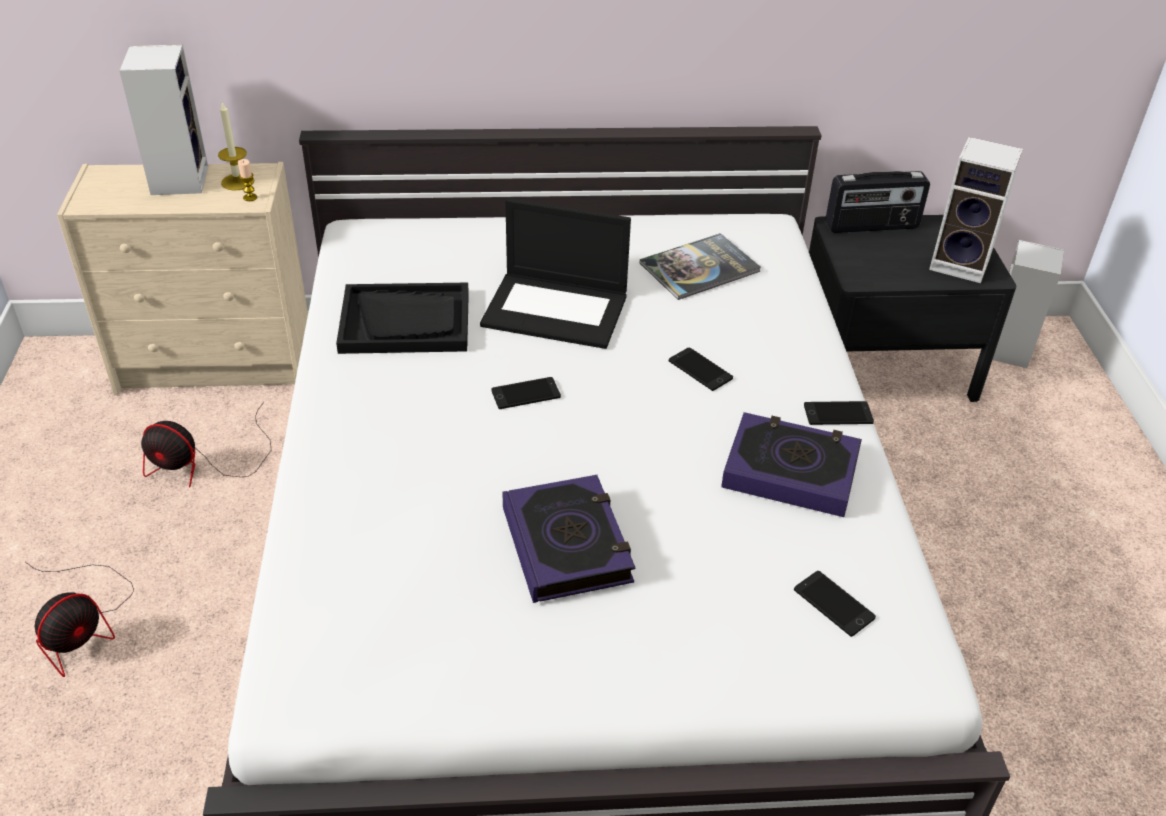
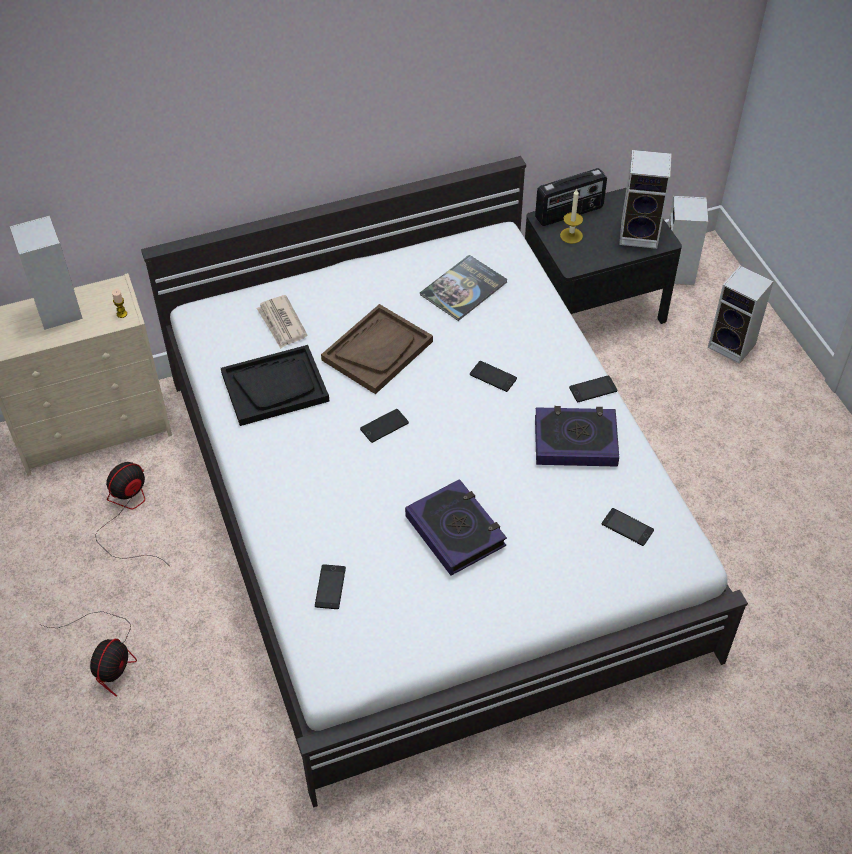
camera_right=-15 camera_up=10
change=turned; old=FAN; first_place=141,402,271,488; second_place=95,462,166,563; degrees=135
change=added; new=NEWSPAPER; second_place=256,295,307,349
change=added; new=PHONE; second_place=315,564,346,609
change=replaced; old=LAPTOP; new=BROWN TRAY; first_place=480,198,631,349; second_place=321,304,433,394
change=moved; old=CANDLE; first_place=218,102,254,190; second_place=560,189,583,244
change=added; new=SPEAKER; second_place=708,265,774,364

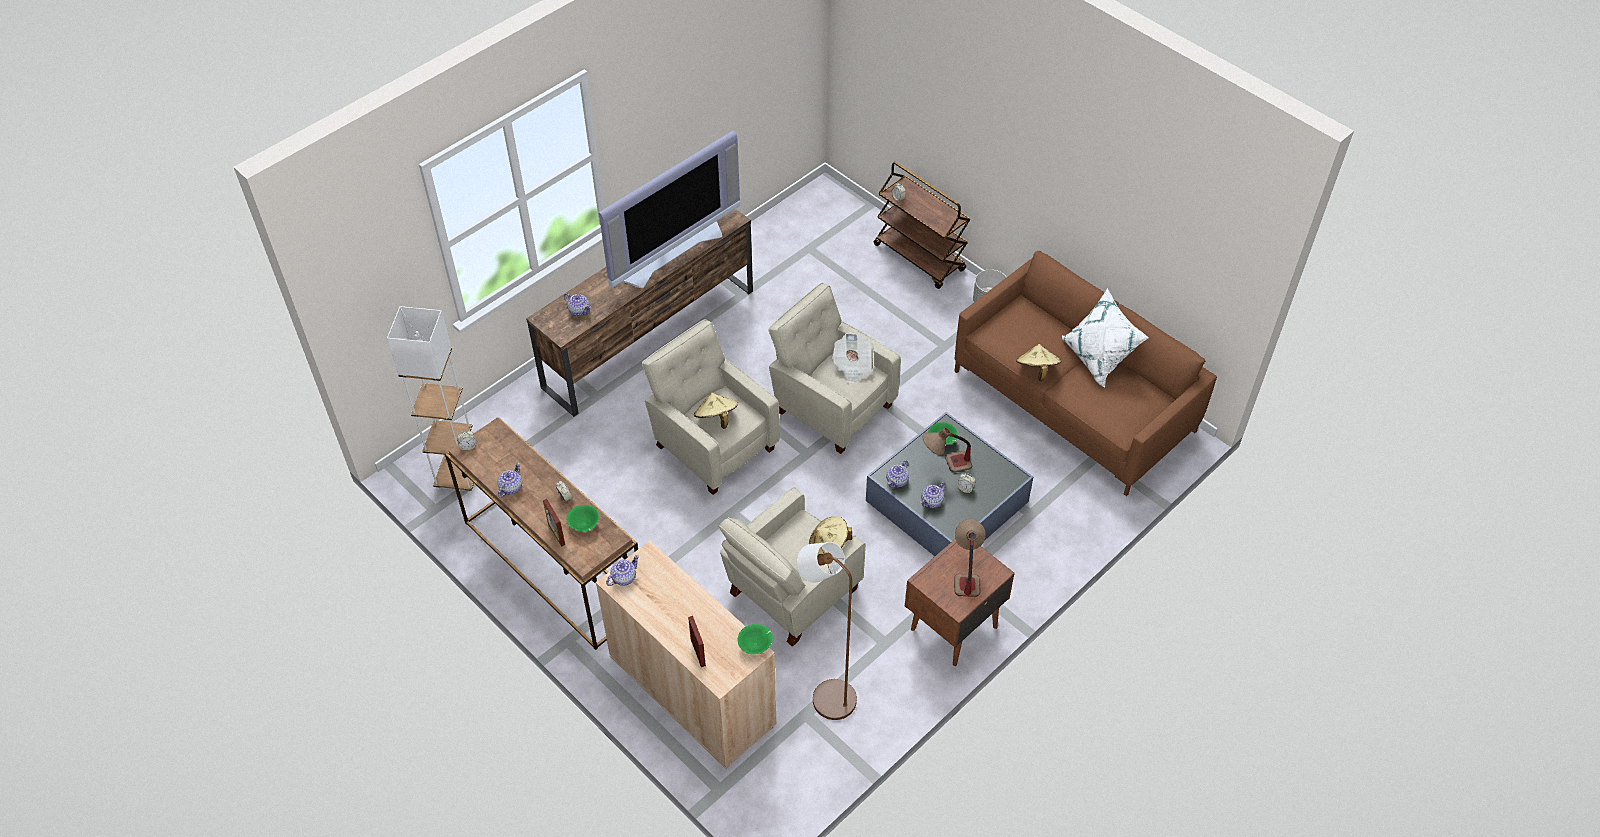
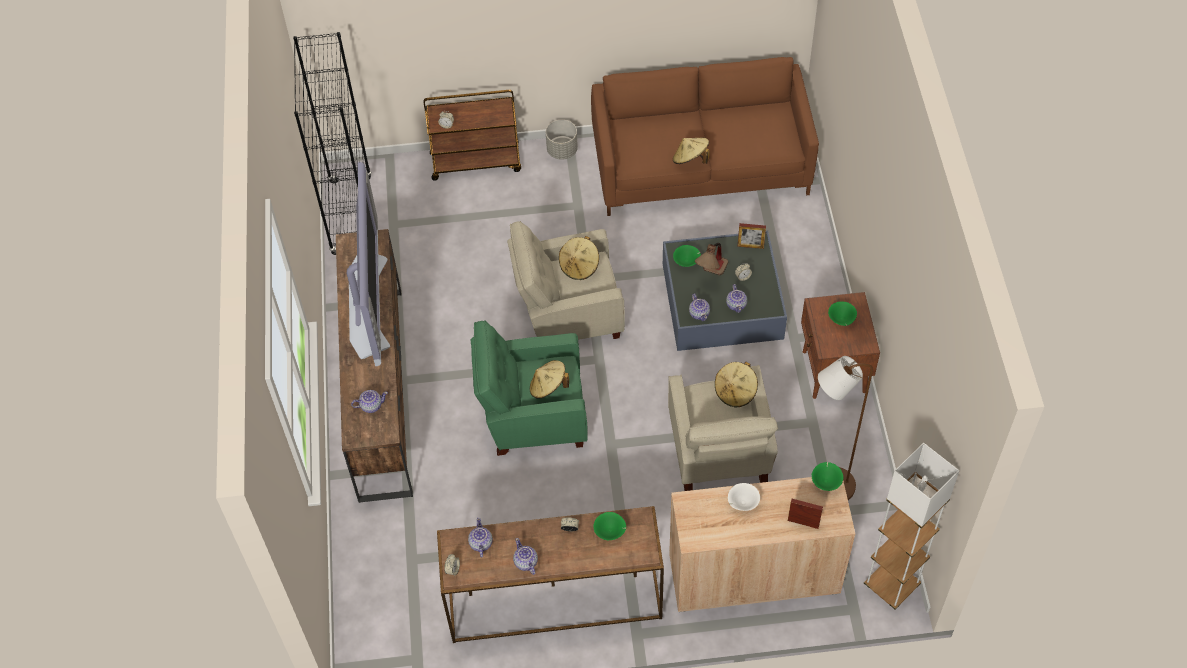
camera_right=-50 camera_up=5
change=added; new=BLACK BOOKCASE; second_place=293,32,372,255
change=moved; old=TEAPOT; first_place=606,555,639,586; second_place=468,518,493,557
change=recoloured; old=BEIGE ARMCHAIR; new=GREEN ARMCHAIR; first_place=642,319,780,495; second_place=471,320,588,456
change=replaced; old=NEWSPAPER; new=BEIGE HAT; first_place=832,332,874,384; second_place=559,236,599,280
change=added; new=WHITE BOWL; second_place=728,483,760,511
change=moved; old=PICTURE FRAME; first_place=543,499,565,547; second_place=738,223,766,249
change=replaced; old=TABLE LAMP; new=GREEN BOWL; first_place=954,519,986,597; second_place=828,301,857,326
change=moved; old=WHITE FLOOR LAMP; first_place=387,306,474,493; second_place=864,443,959,610
change=removed; old=WHITE PILLOW; first_place=1062,288,1148,388

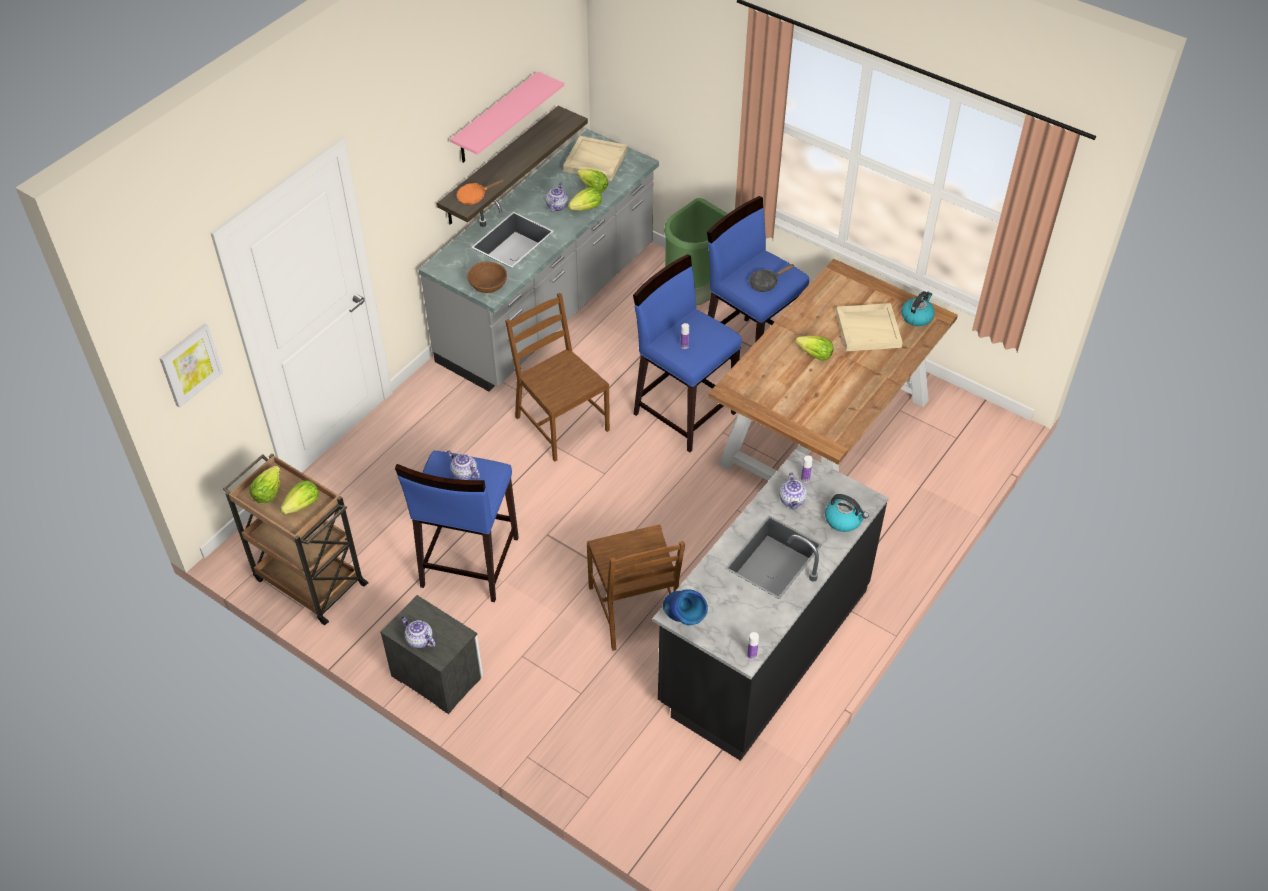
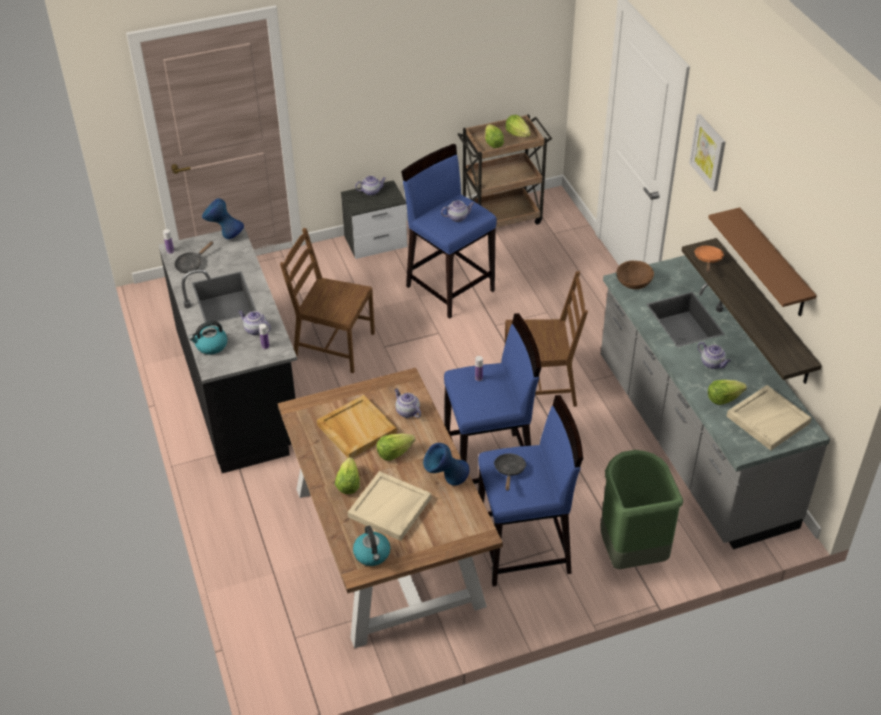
camera_right=125 camera_up=-5
change=added; new=BLACK FRYING PAN; second_place=175,241,213,273
change=added; new=BEIGE TRAY; second_place=317,395,397,458
change=moved; old=LETTUCE; first_place=568,187,602,211; second_place=335,457,360,494
change=added; new=TEAPOT; second_place=394,388,421,418
change=added; new=BLUE VASE; second_place=423,443,469,486
change=moved; old=PICTURE; first_place=159,323,223,408; second_place=689,114,726,191
change=recoloured; old=PINK SHELF; new=BROWN SHELF; first_place=450,71,564,163; second_place=708,207,817,316

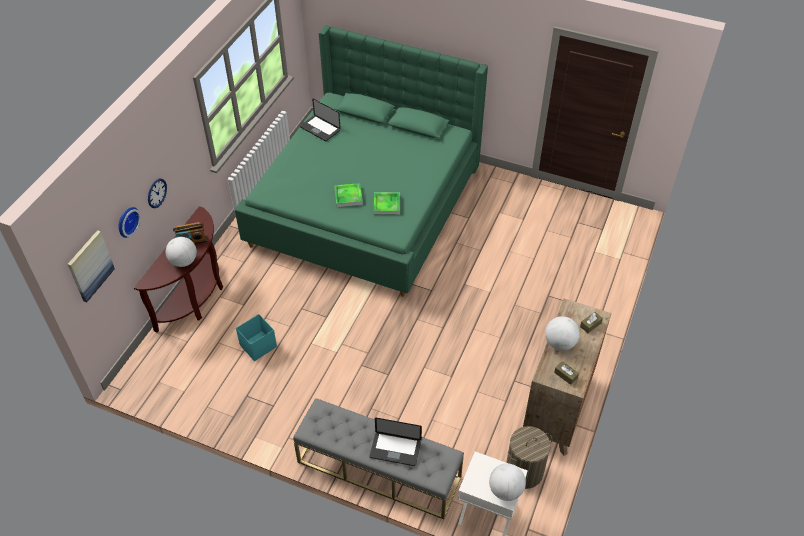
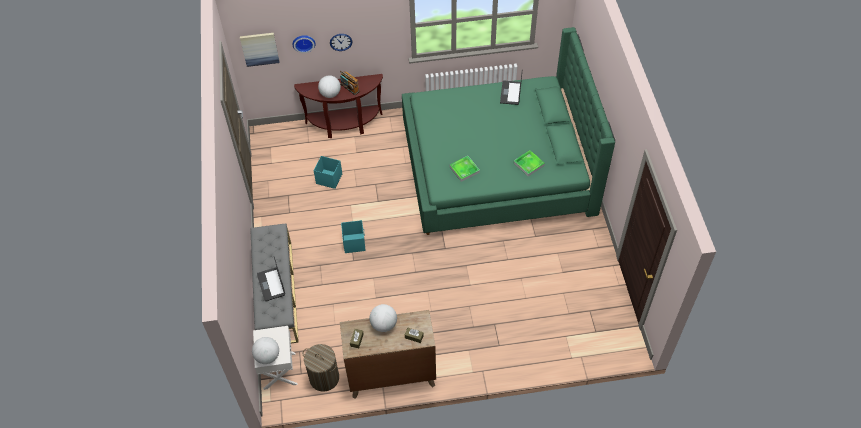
camera_right=60 camera_up=5
change=added; new=TURQUOISE STORAGE BOX; second_place=341,220,366,253
change=moved; old=TRAY; first_place=334,183,363,207; second_place=514,150,545,177

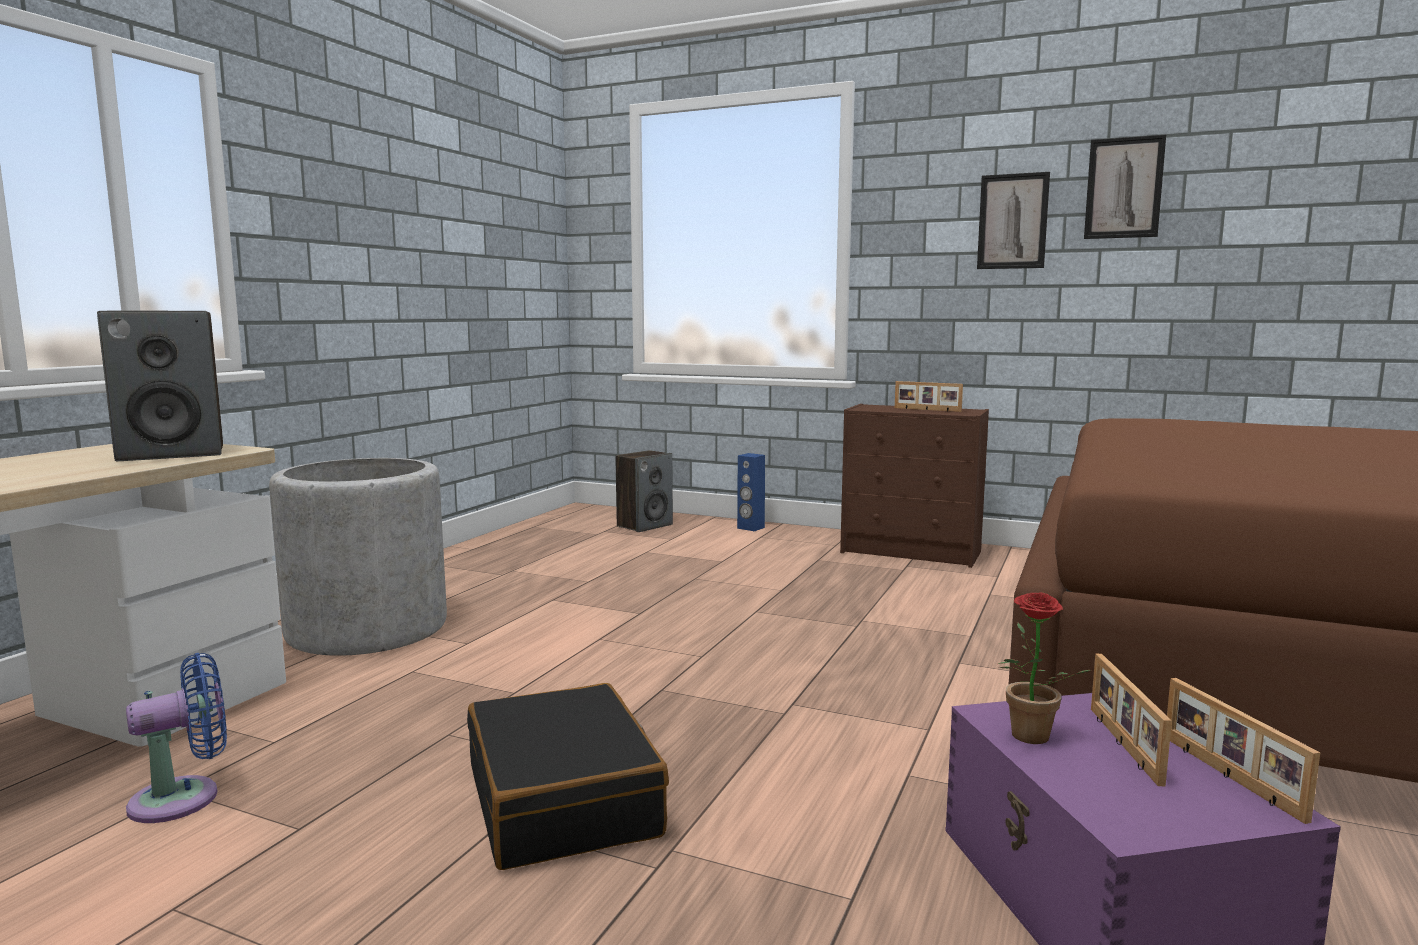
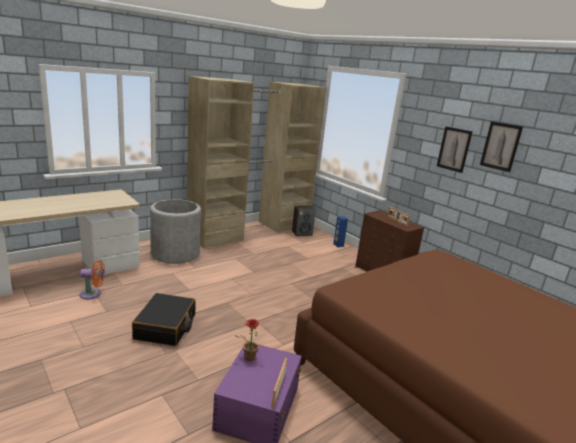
camera_right=25 camera_up=10
change=recoloured; old=BLUE FAN; new=ORANGE FAN; first_place=126,653,227,823; second_place=79,260,105,299
change=added; new=BEIGE WARDROBE; second_place=187,76,327,248
change=removed; old=SPEAKER; first_place=97,311,223,461
change=removed; old=PICTURE FRAME; first_place=1091,654,1172,786

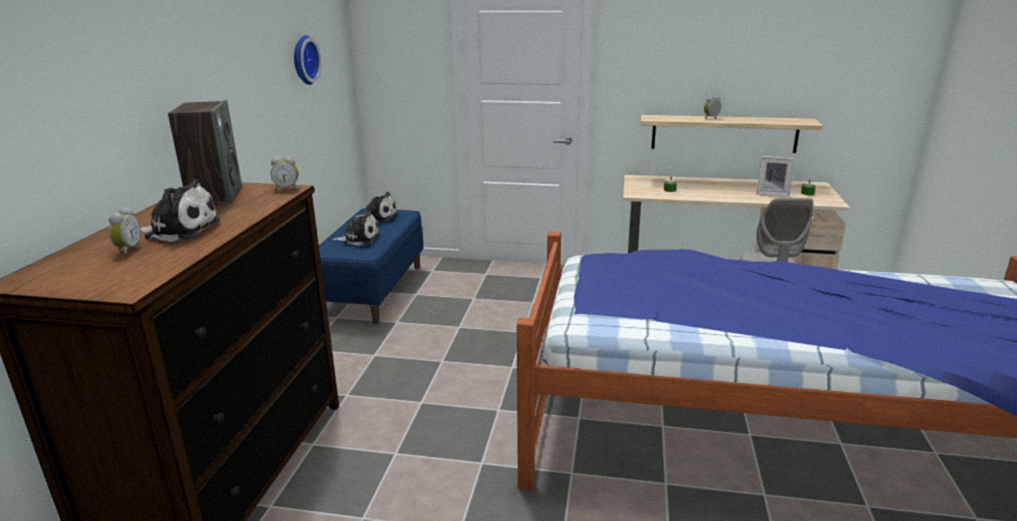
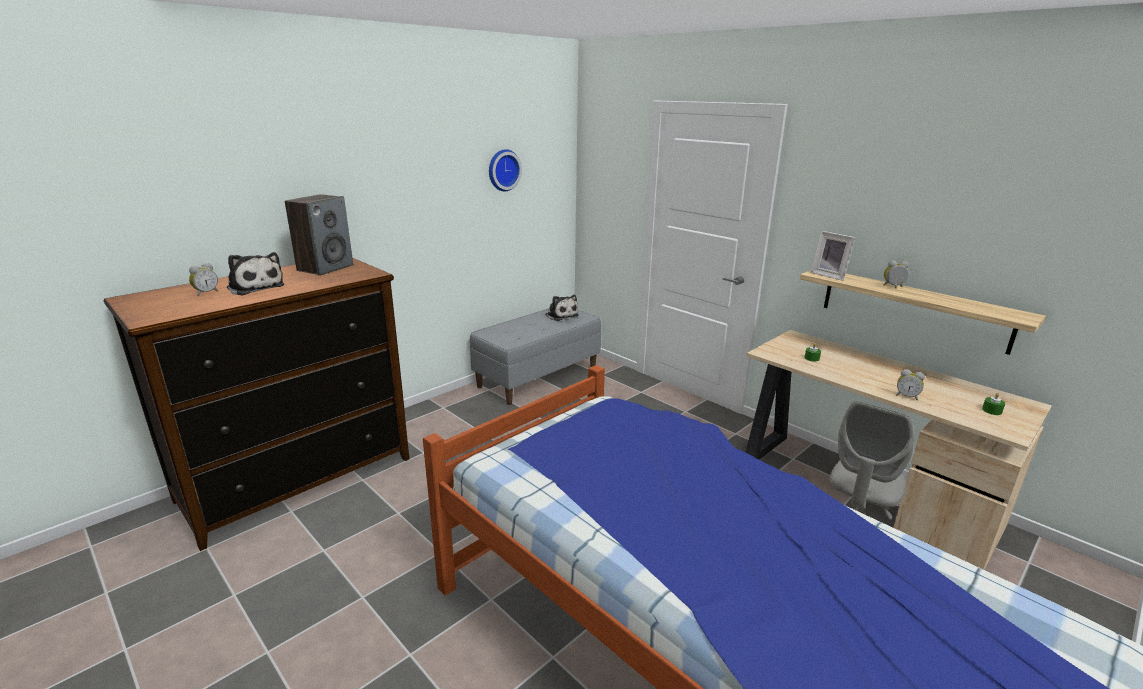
camera_right=35 camera_up=0
change=recoloured; old=BLUE BENCH; new=GREY BENCH; first_place=319,208,424,324; second_place=470,308,601,405
change=moved; old=PICTURE FRAME; first_place=756,156,795,197; second_place=811,231,855,281
change=moved; old=ALARM CLOCK; first_place=271,157,299,190; second_place=896,369,925,401
change=removed; old=PLUSH TOY; first_place=332,210,380,246

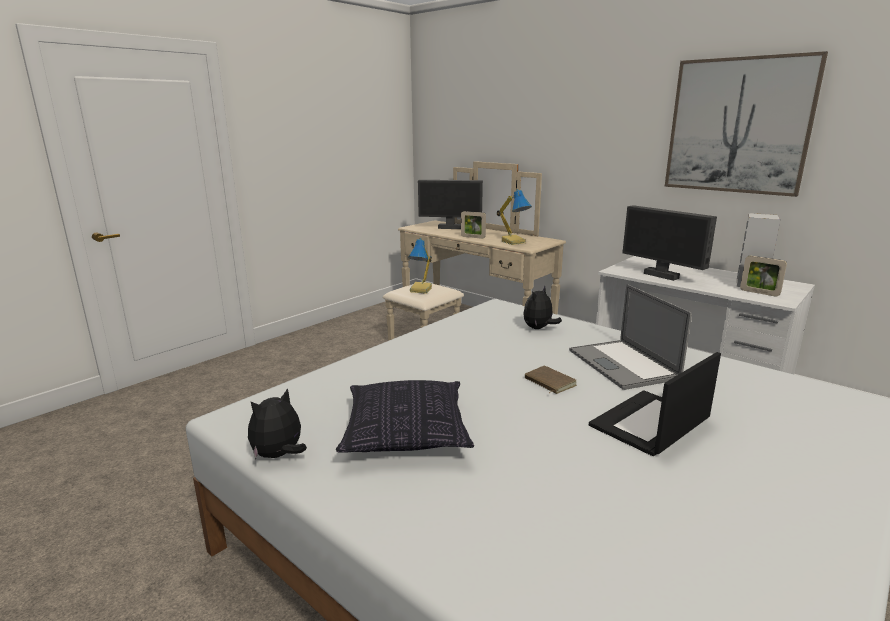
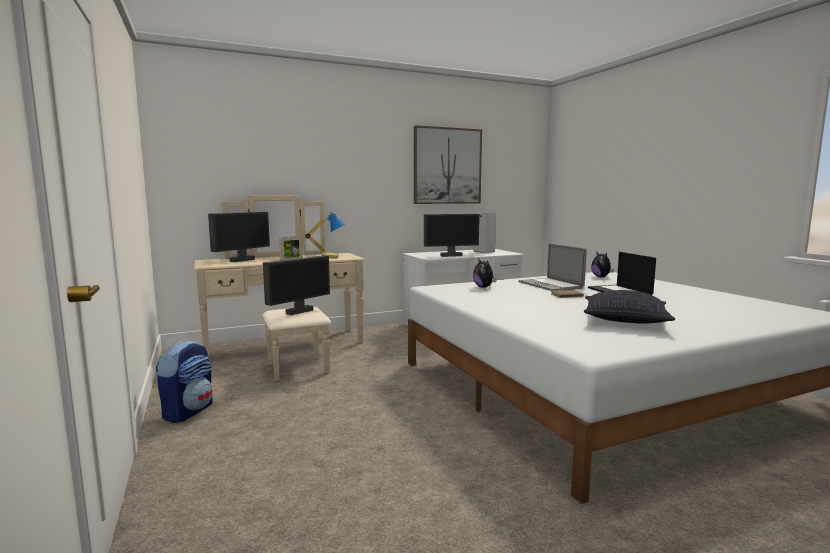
camera_right=-65 camera_up=-10
change=added; new=BACKPACK; second_place=156,340,213,423
change=replaced; old=TABLE LAMP; new=MONITOR; first_place=408,238,432,294; second_place=263,255,330,315
change=turned; old=LAPTOP; first_place=569,284,692,390; second_place=519,244,587,291; degrees=60
change=moved; old=PLUSH TOY; first_place=248,388,307,459; second_place=591,251,614,277
change=removed; old=PICTURE FRAME; first_place=740,255,787,297

